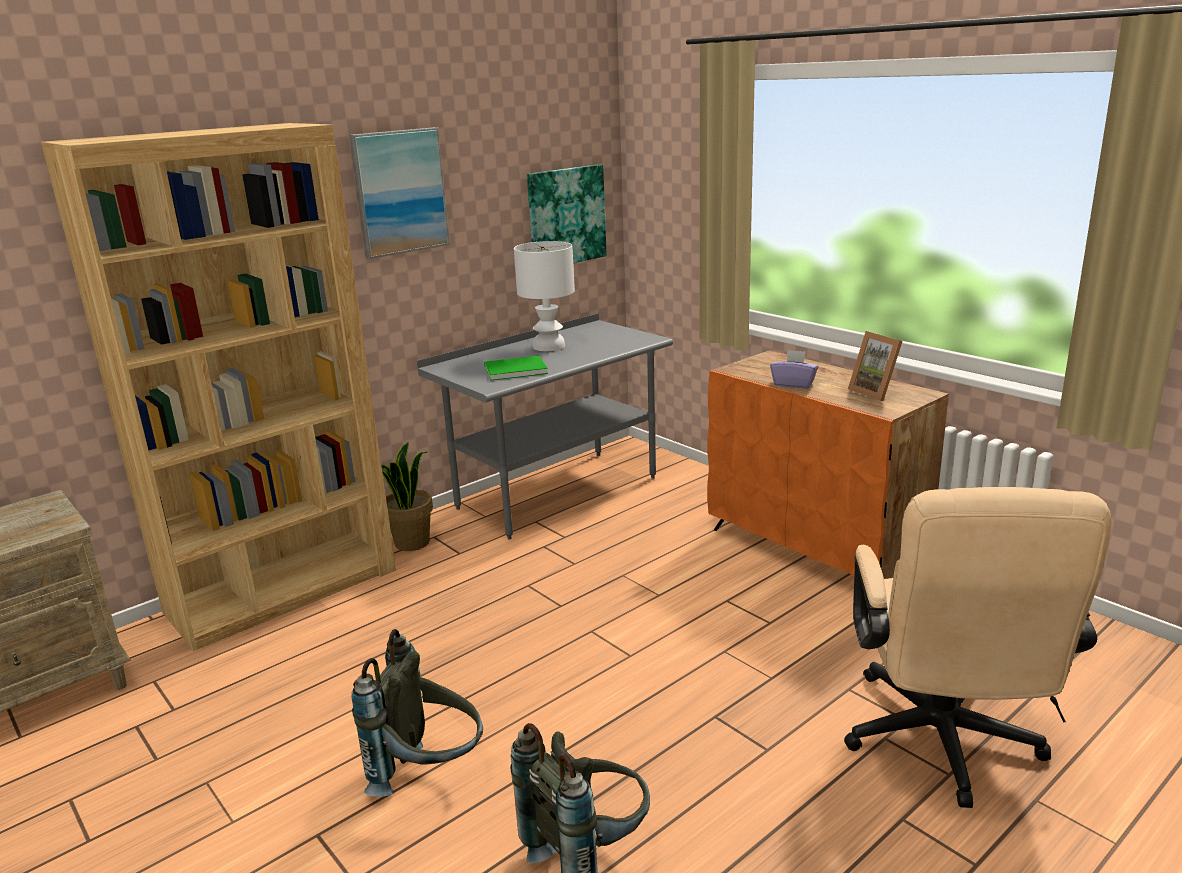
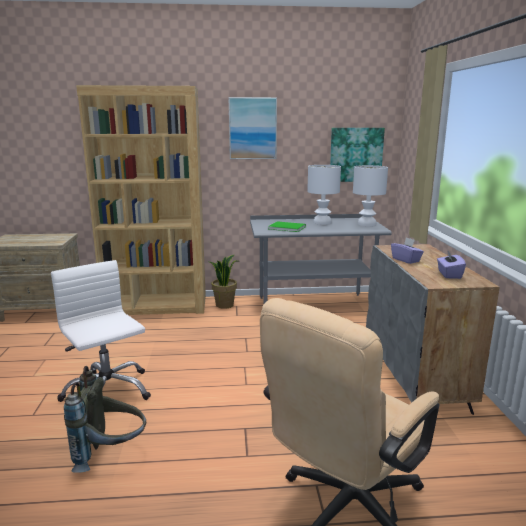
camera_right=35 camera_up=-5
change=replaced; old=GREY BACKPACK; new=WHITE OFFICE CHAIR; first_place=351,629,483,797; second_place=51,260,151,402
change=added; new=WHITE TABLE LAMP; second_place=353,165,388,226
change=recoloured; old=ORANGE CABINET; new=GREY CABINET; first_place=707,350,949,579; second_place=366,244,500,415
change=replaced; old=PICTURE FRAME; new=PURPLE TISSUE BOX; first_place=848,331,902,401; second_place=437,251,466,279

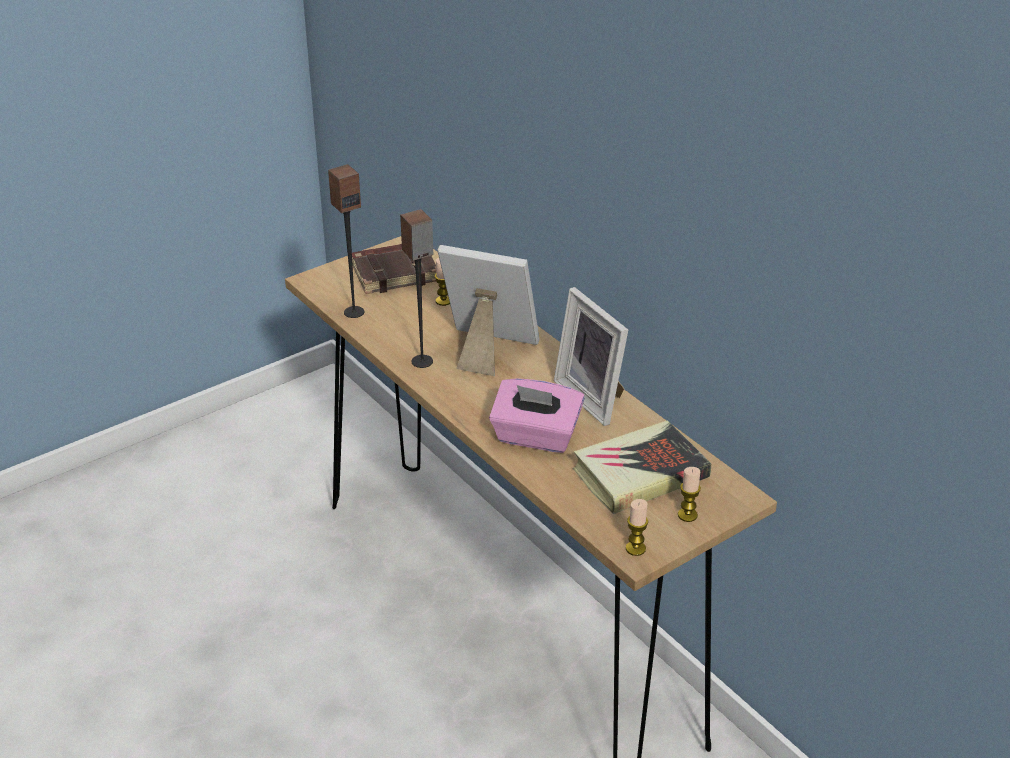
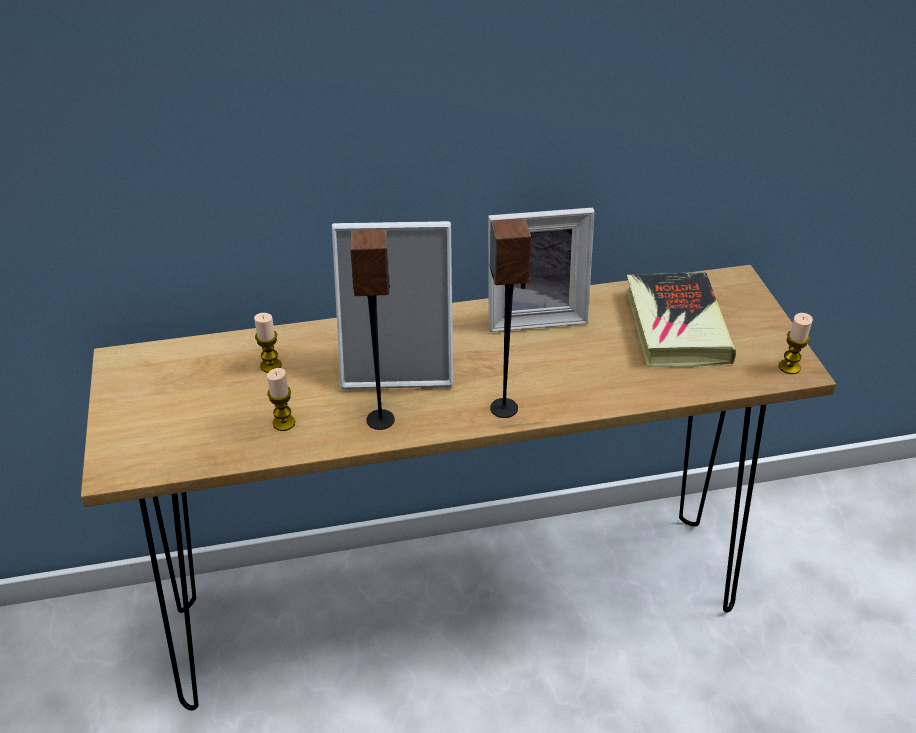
camera_right=-65 camera_up=5
change=moved; old=CANDLE; first_place=678,467,701,522; second_place=267,368,295,431
change=turned; old=PICTURE FRAME; first_place=437,245,539,376; second_place=332,221,453,389; degrees=-135
change=moved; old=SPEAKER; first_place=328,164,364,318; second_place=490,218,531,418
change=removed; old=BROWN BOOK; first_place=352,244,436,294
change=removed; old=PINK TISSUE BOX; first_place=489,378,585,453

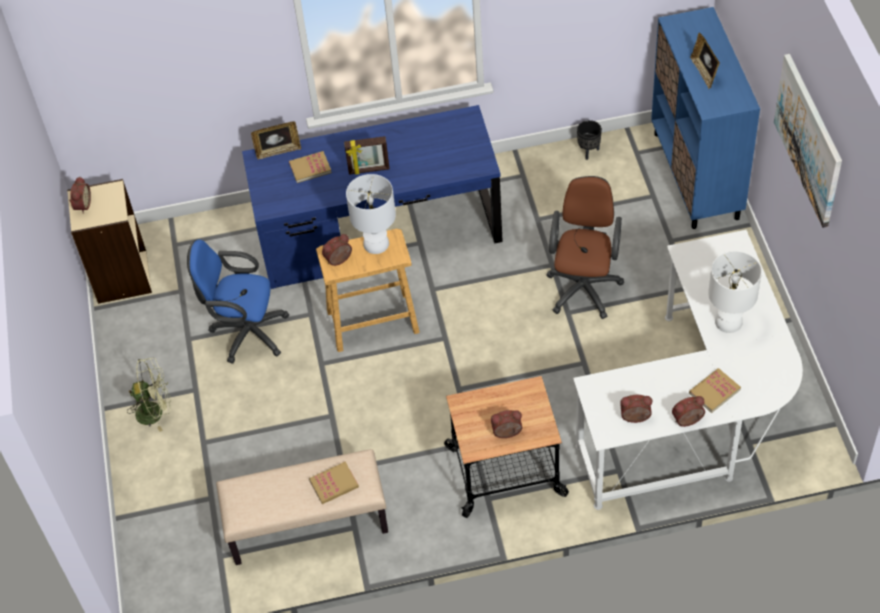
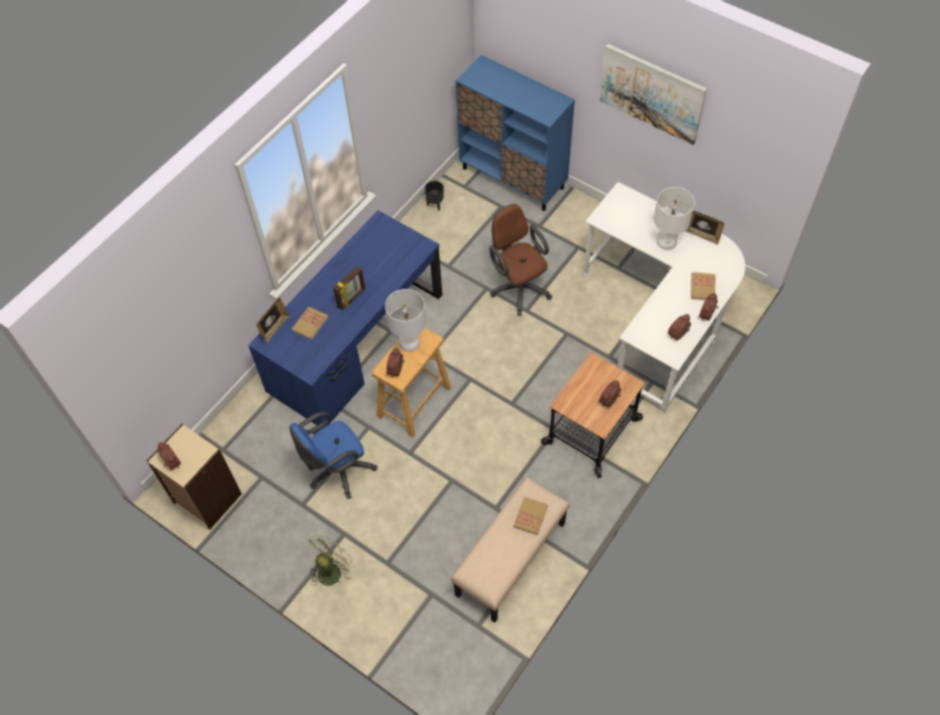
camera_right=-45 camera_up=5
change=moved; old=PICTURE FRAME; first_place=690,32,720,89; second_place=685,211,724,245

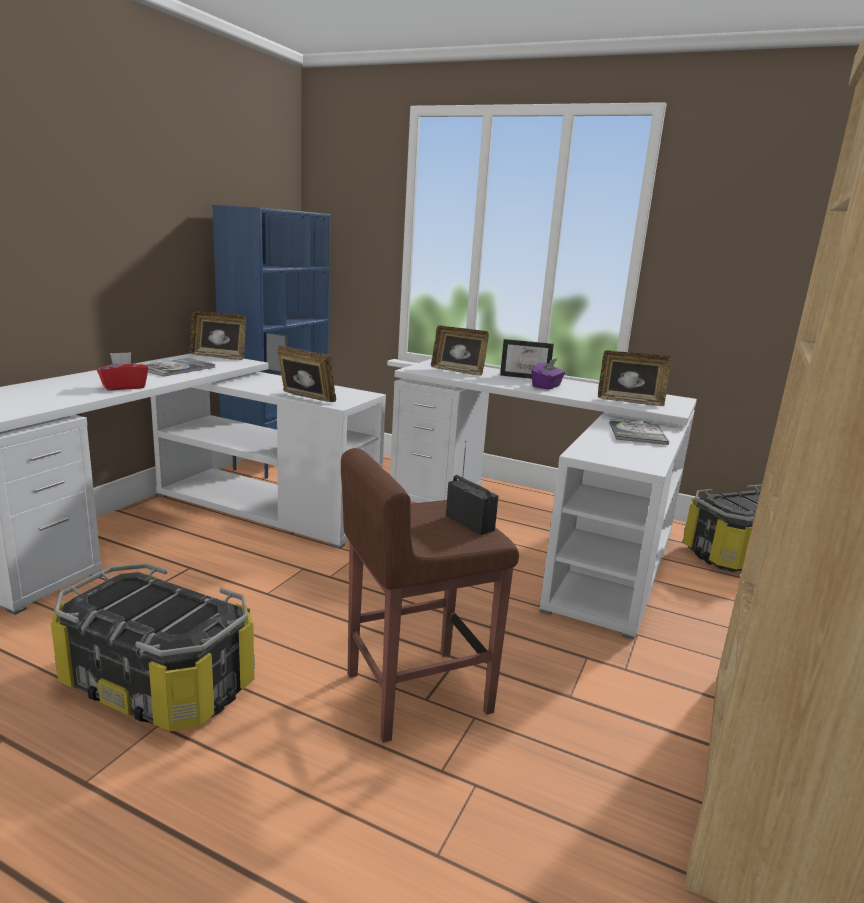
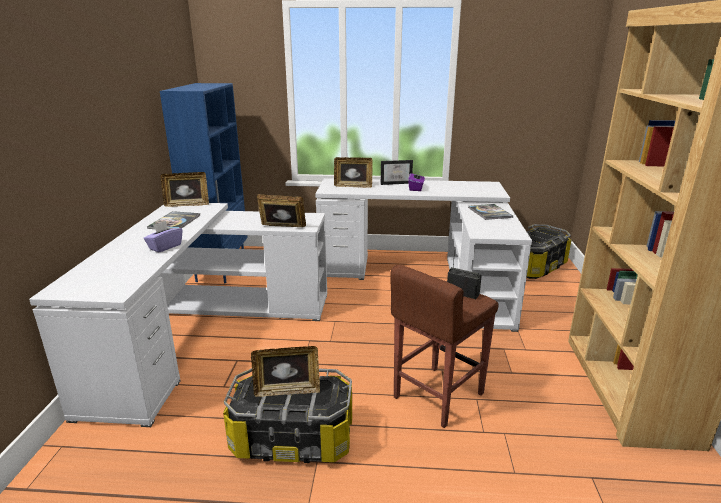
camera_right=-20 camera_up=5
change=recoloured; old=RED TISSUE BOX; new=PURPLE TISSUE BOX; first_place=97,352,149,390; second_place=144,221,183,253
change=moved; old=PICTURE FRAME; first_place=598,350,671,406; second_place=251,346,320,397

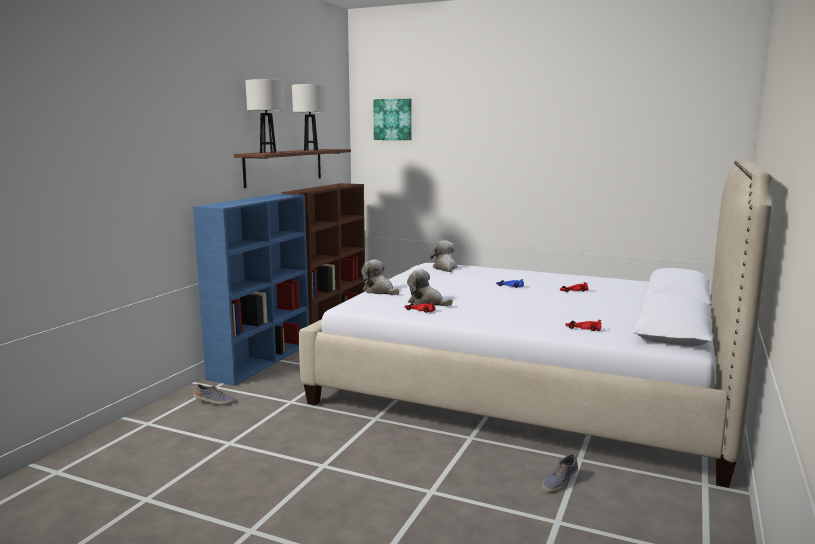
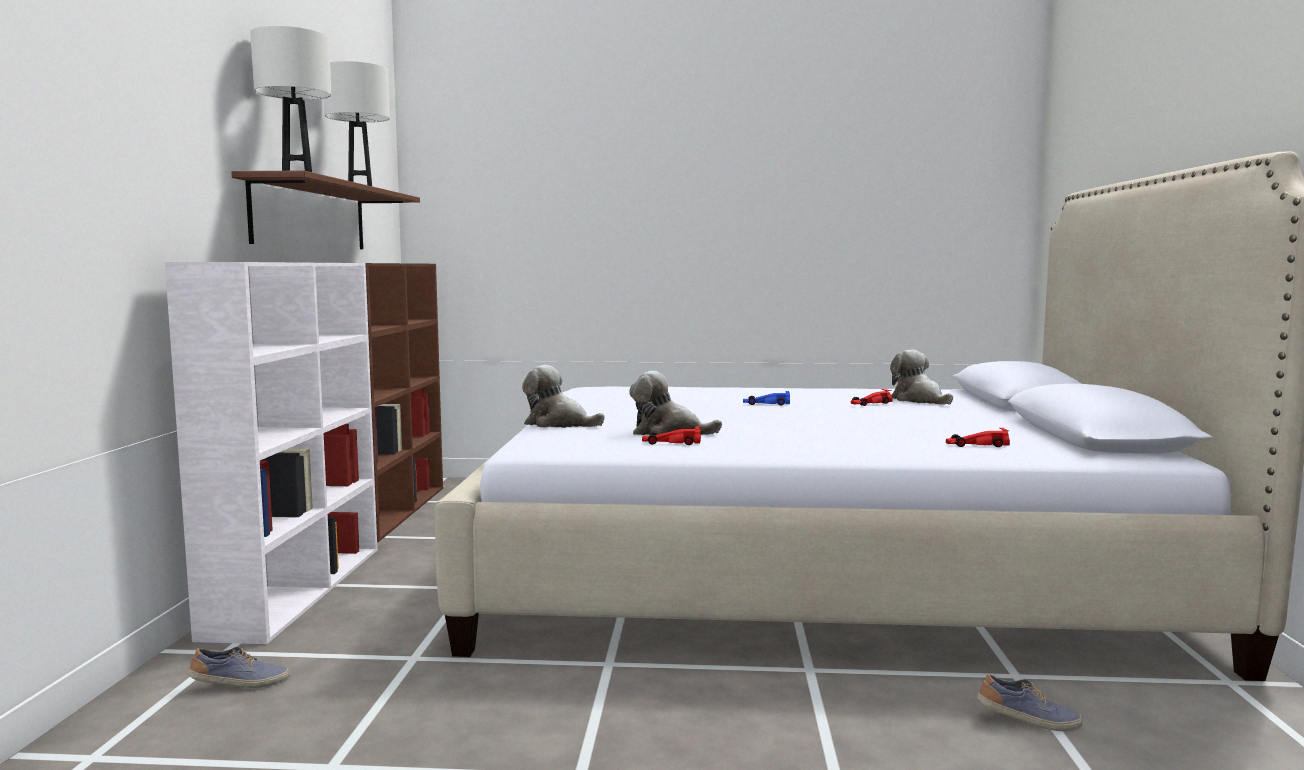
camera_right=-20 camera_up=-5
change=recoloured; old=BLUE BOOKCASE; new=WHITE BOOKCASE; first_place=193,194,309,386; second_place=165,262,377,644
change=moved; old=PLUSH TOY; first_place=431,240,458,272; second_place=890,350,953,405
change=turned; old=SHOE; first_place=542,453,578,494; second_place=977,674,1083,731; degrees=-105
change=removed; old=PICTURE; first_place=373,99,412,140

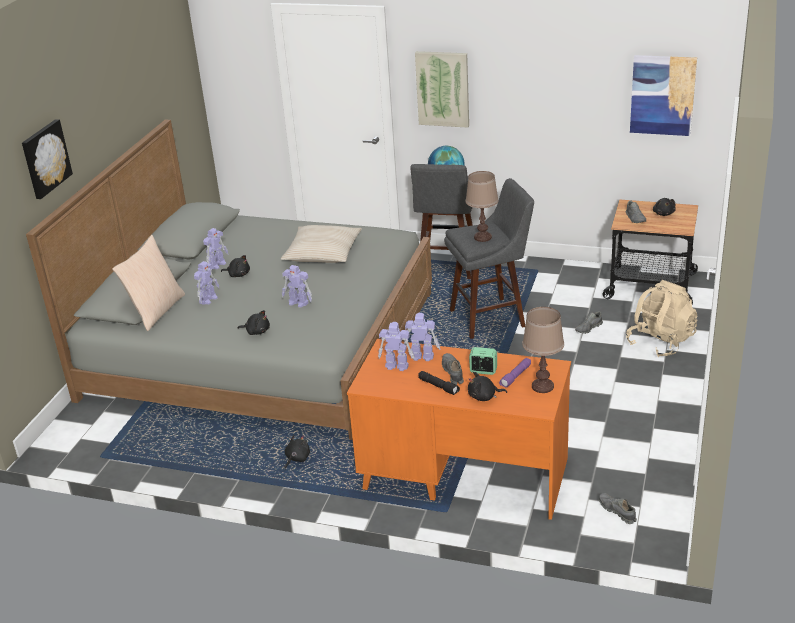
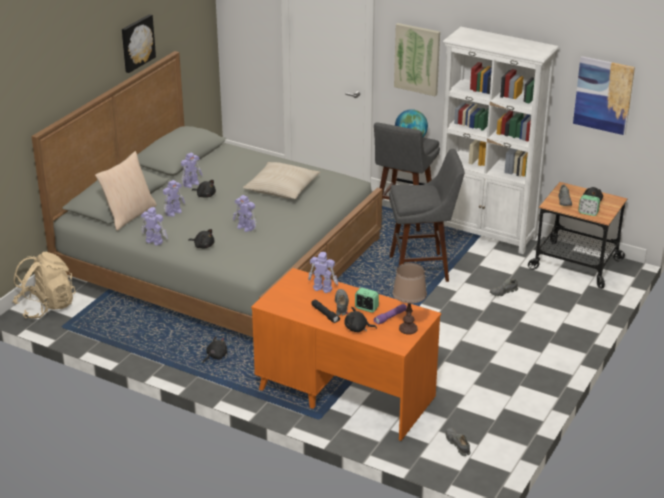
camera_right=10 camera_up=0
change=moved; old=BEIGE BACKPACK; first_place=626,280,697,357; second_place=13,252,76,318
change=moved; old=PICTURE; first_place=22,119,73,199; second_place=122,14,156,73
change=moved; old=TOY ROBOT; first_place=378,322,415,371; second_place=141,207,168,246
change=added; new=WHITE BOOKCASE; second_place=441,27,559,254
change=added; new=ALARM CLOCK; second_place=578,195,600,216
change=removed; old=BROWN TABLE LAMP; first_place=466,171,499,242

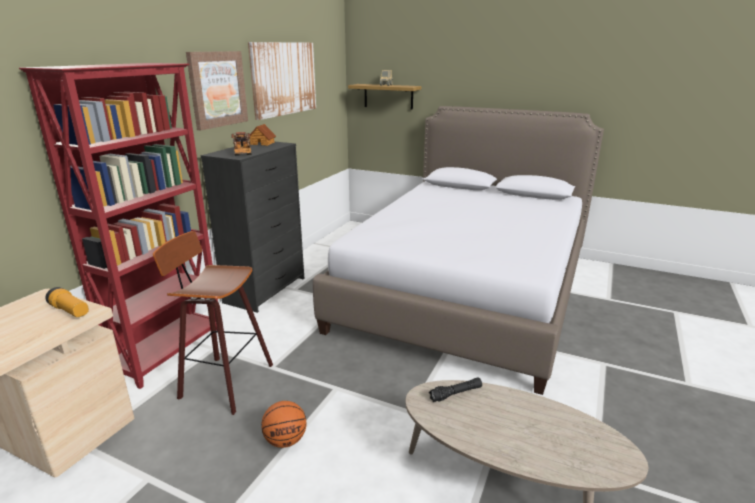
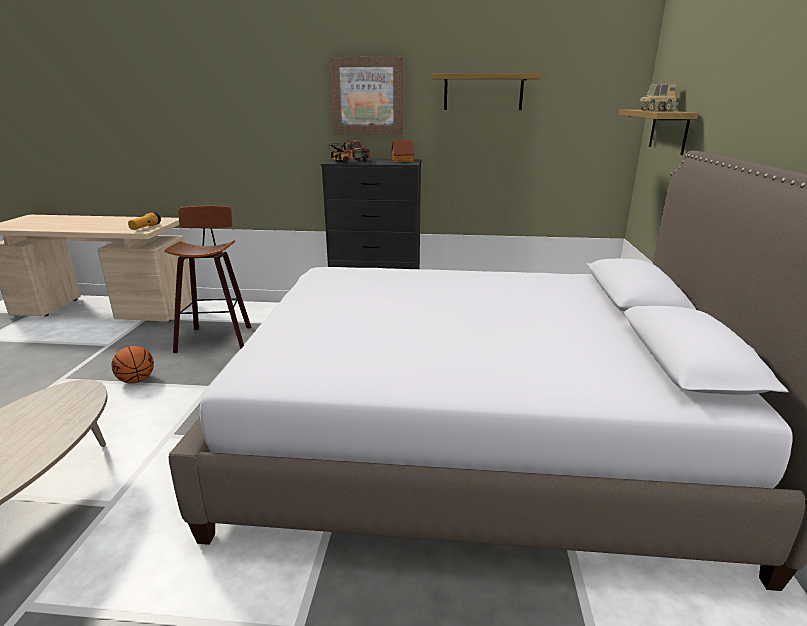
camera_right=70 camera_up=0
change=replaced; old=PICTURE; new=SHELF; first_place=248,42,316,120; second_place=431,73,542,110
change=removed; old=RED BOOKCASE; first_place=19,63,218,389
change=removed; old=BLACK FLASHLIGHT; first_place=429,378,482,402

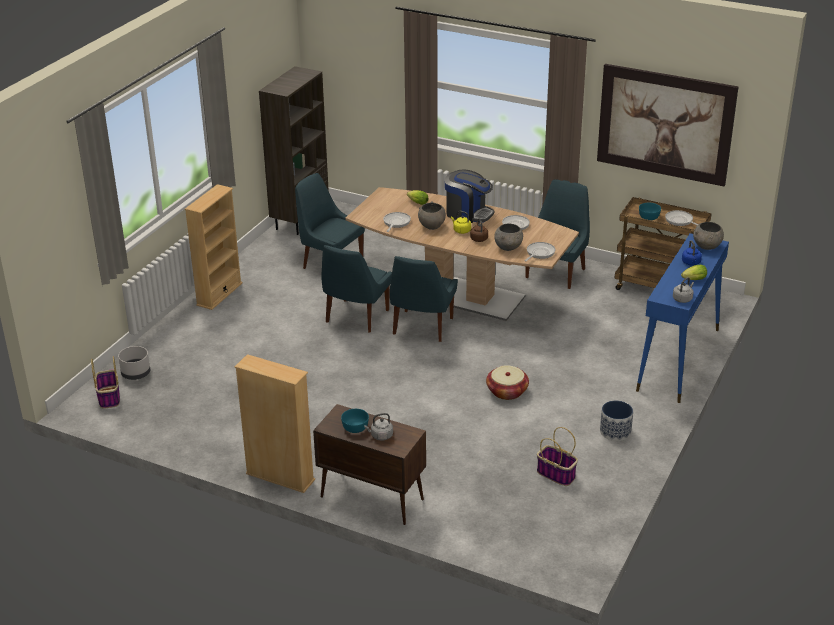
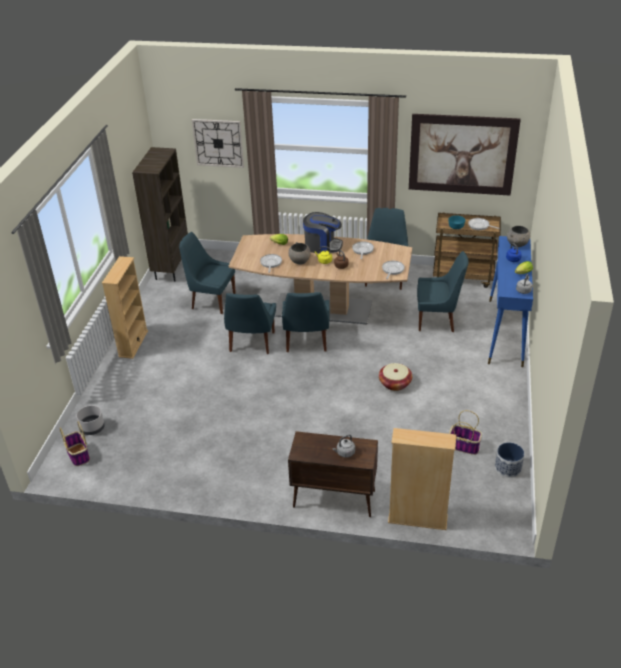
camera_right=-15 camera_up=5
change=added; new=WALL CLOCK; second_place=192,119,244,168
change=moved; old=BEIGE BOOKCASE; first_place=235,354,315,493; second_place=388,428,456,530
change=added; new=BLUE CHAIR; second_place=417,251,469,332
change=moved; old=PLANTER; first_place=600,400,633,441; second_place=495,442,524,478
change=removed; old=TURQUOISE BOWL; first_place=341,409,369,433
change=removed; old=GREY BOWL; first_place=494,224,523,251

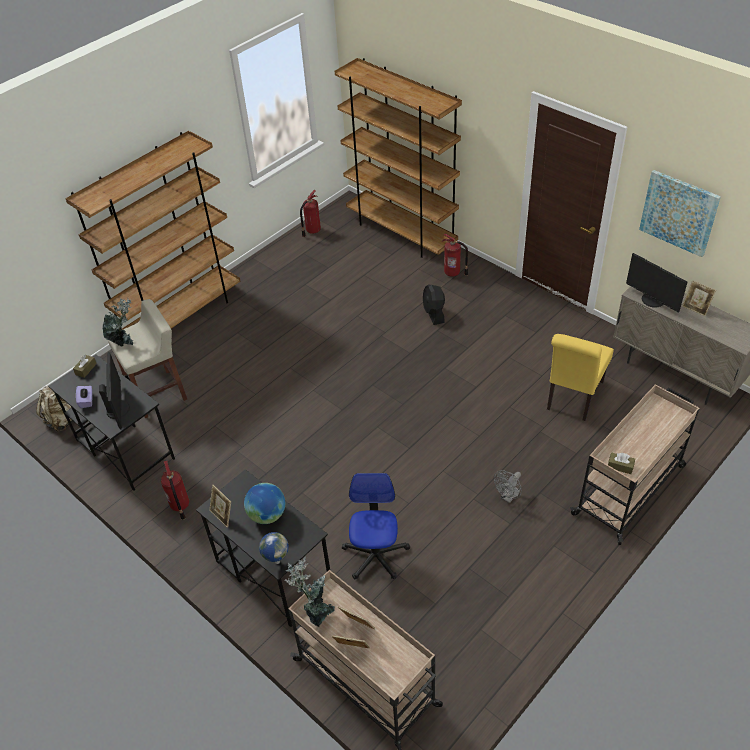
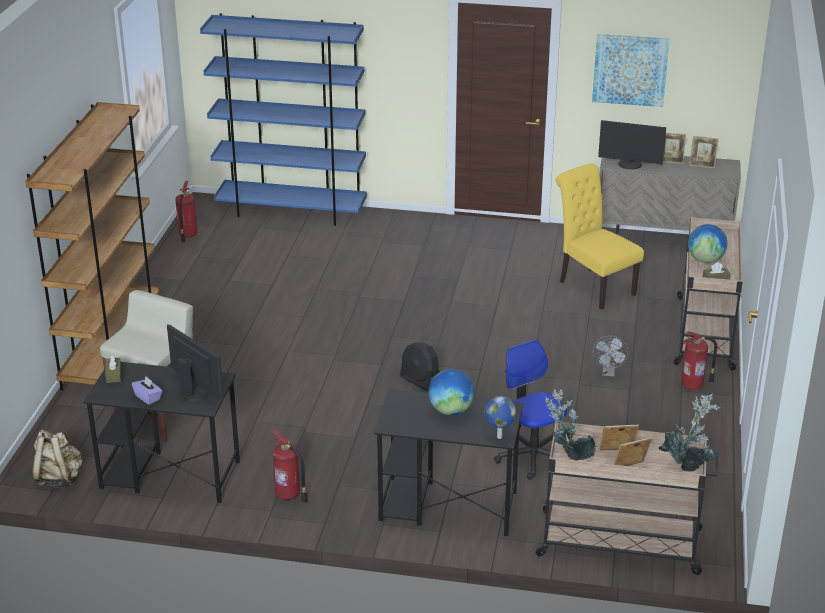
camera_right=-35 camera_up=-15
change=recoloured; old=BROWN BOOKCASE; new=BLUE BOOKCASE; first_place=335,58,462,258; second_place=200,13,367,226
change=moved; old=BLACK FAN; first_place=423,284,445,325; second_place=400,343,440,392
change=turned; old=YELLOW CHAIR; first_place=547,334,614,421; second_place=556,164,644,310; degrees=150
change=moved; old=POTTED PLANT; first_place=103,298,134,347; second_place=658,394,720,471
change=moved; old=FIRE EXTINGUISHER; first_place=442,233,468,277; second_place=681,331,717,390
change=added; new=GLOBE; second_place=688,224,727,263
change=moved; old=PICTURE FRAME; first_place=209,485,231,528; second_place=689,136,719,168

